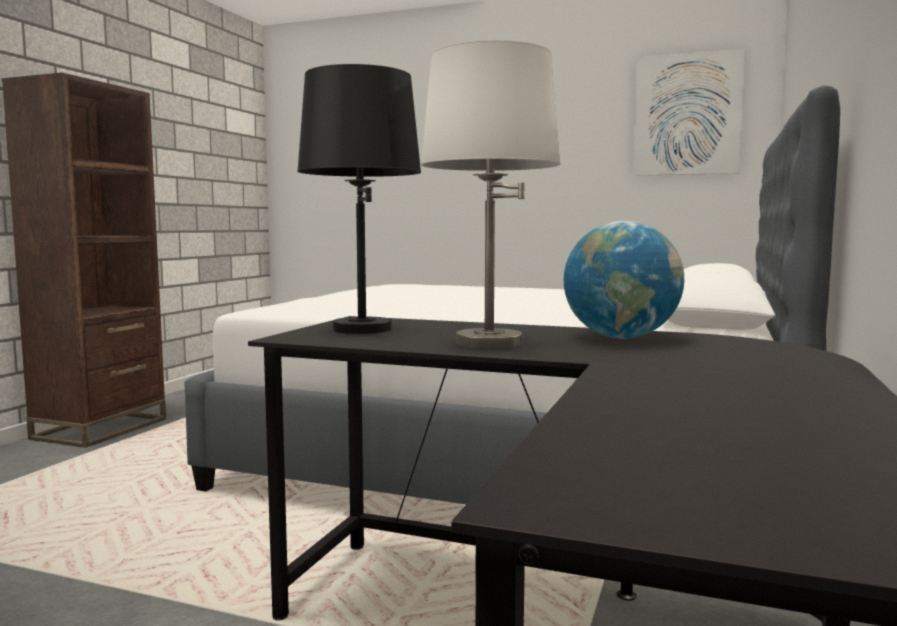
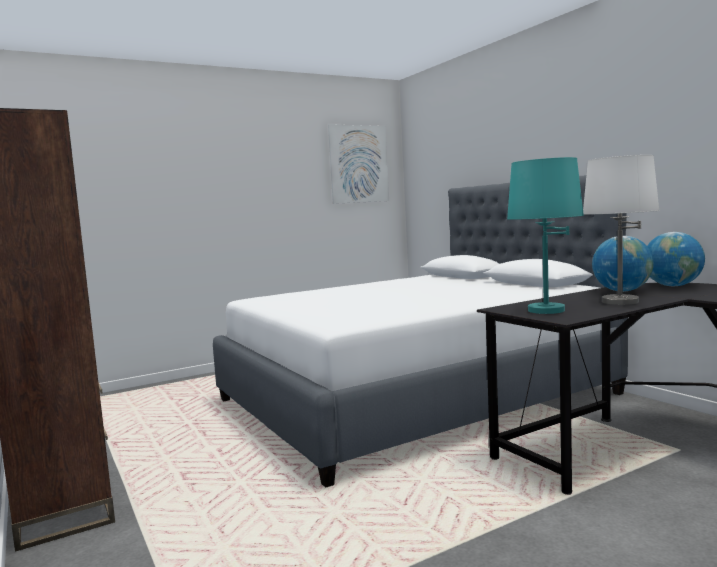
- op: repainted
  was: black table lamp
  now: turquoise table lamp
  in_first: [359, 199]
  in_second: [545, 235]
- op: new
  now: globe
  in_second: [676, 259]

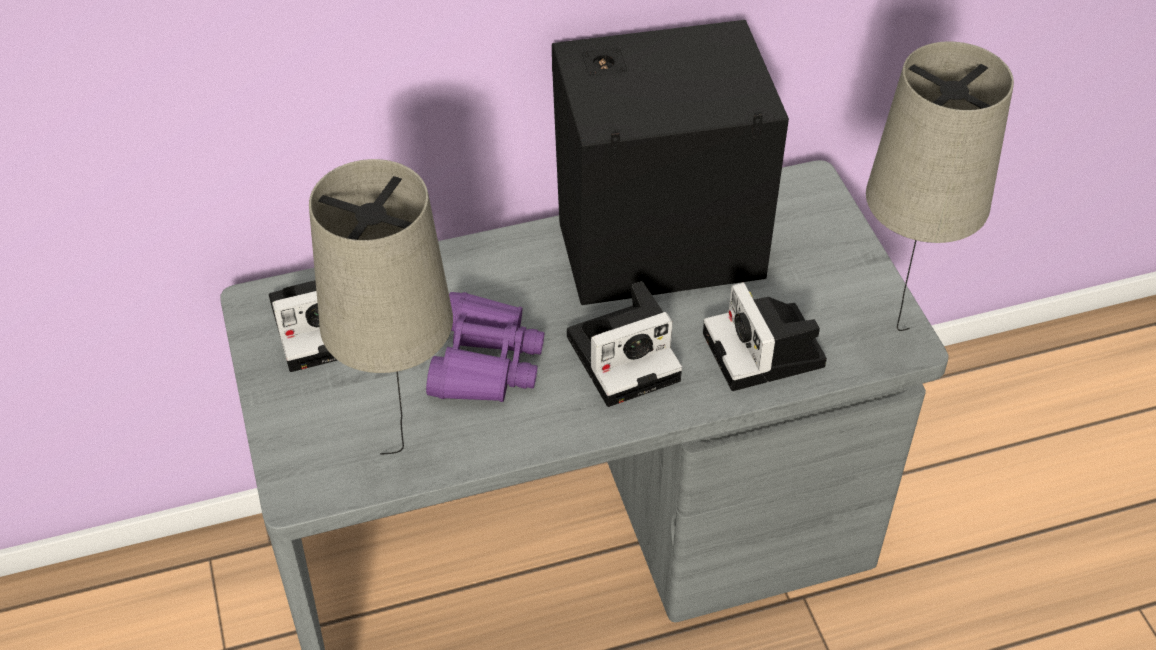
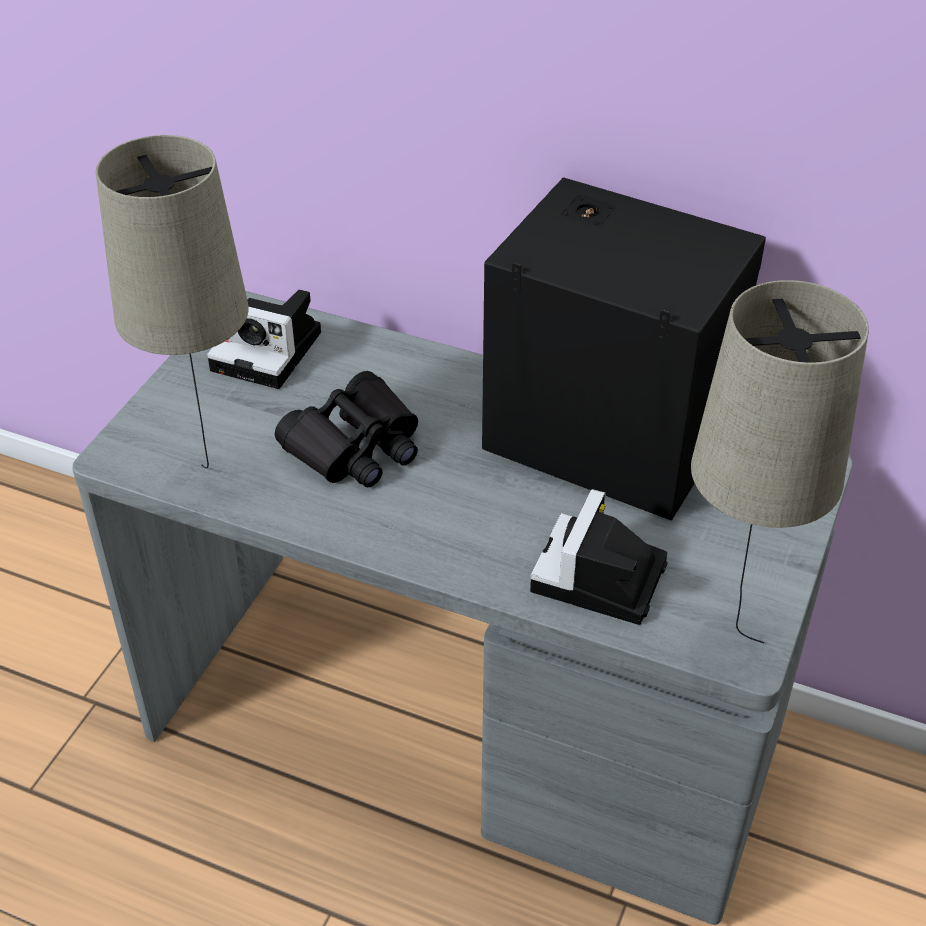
- op: gone
  was: photo camera
  in_first: [624, 344]
- op: repainted
  was: purple binoculars
  now: black binoculars
  in_first: [485, 347]
  in_second: [346, 429]

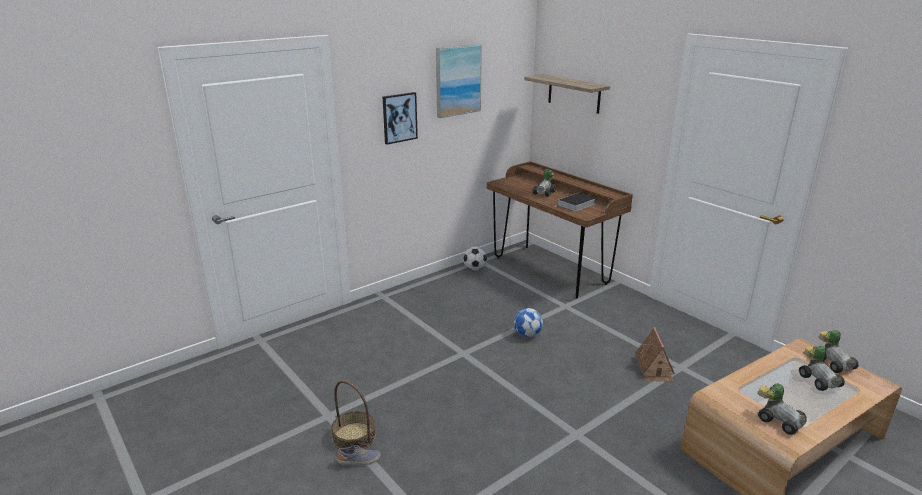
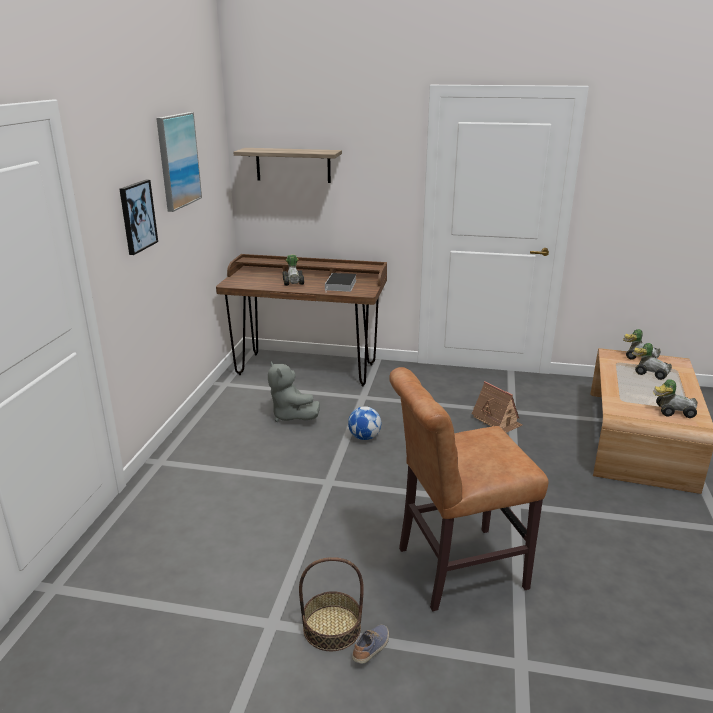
- op: gone
  was: football
  in_first: [475, 258]
- op: new
  now: grey plush toy
  in_second: [294, 392]
- op: new
  now: brown chair
  in_second: [469, 489]

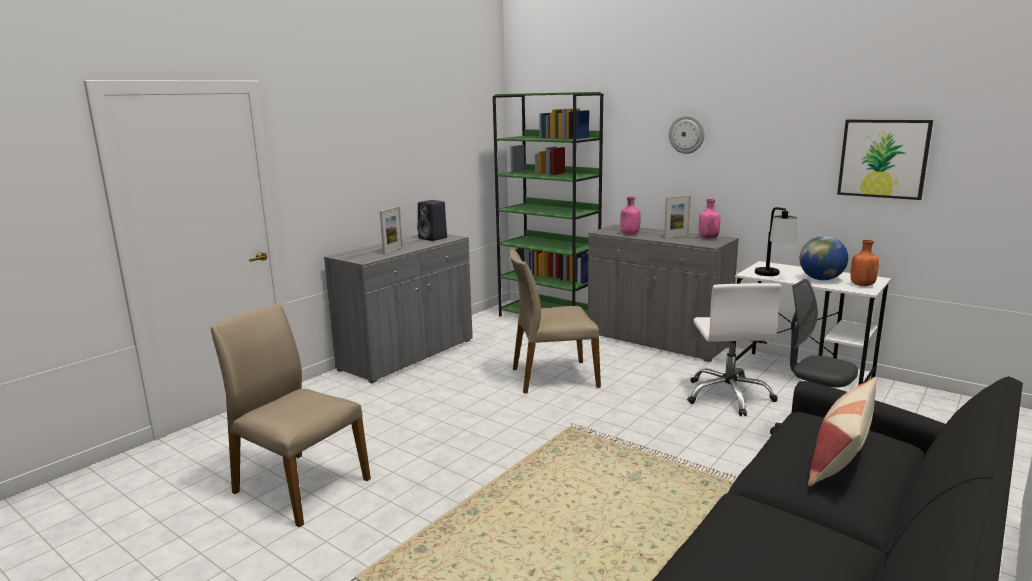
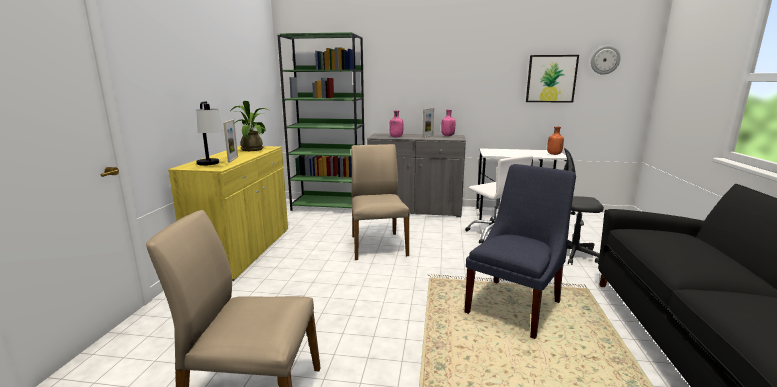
- op: shifted
  was: wall clock
  in_first: [687, 134]
  in_second: [605, 60]
- op: swapped
  was: black speaker
  now: potted plant
  in_first: [432, 220]
  in_second: [250, 126]
- op: shifted
  was: table lamp
  in_first: [776, 241]
  in_second: [209, 134]
- op: repainted
  was: grey cabinet
  now: yellow cabinet
  in_first: [398, 308]
  in_second: [228, 213]
- op: gone
  was: globe
  in_first: [824, 258]
- op: rotated
  was: beige chair
  in_first: [555, 321]
  in_second: [380, 202]
  clockwise: 120
- op: gone
  was: pillow
  in_first: [842, 431]
- op: new
  now: blue chair
  in_second: [520, 251]

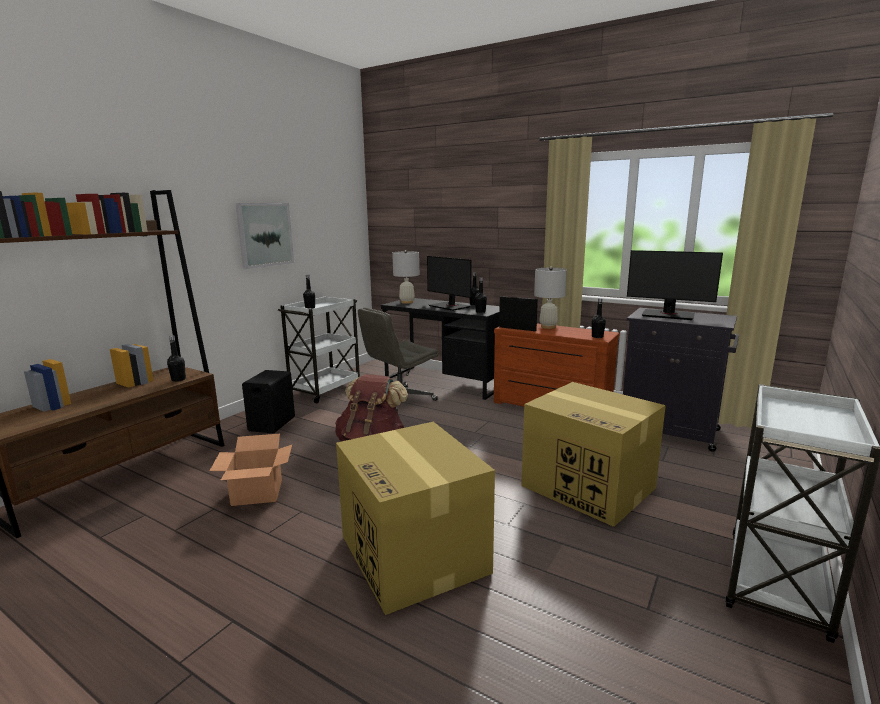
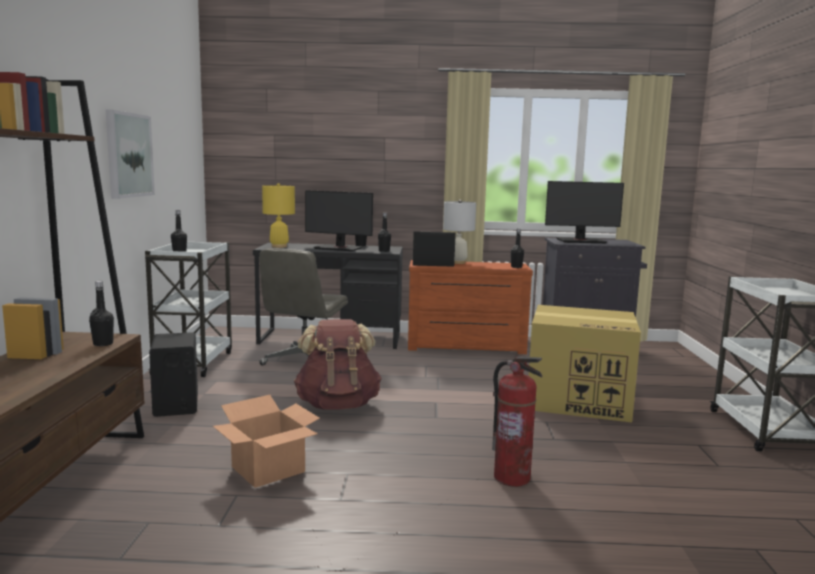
- op: repainted
  was: white table lamp
  now: yellow table lamp
  in_first: [405, 277]
  in_second: [278, 215]
- op: swapped
  was: cardboard box
  now: fire extinguisher
  in_first: [415, 518]
  in_second: [517, 422]

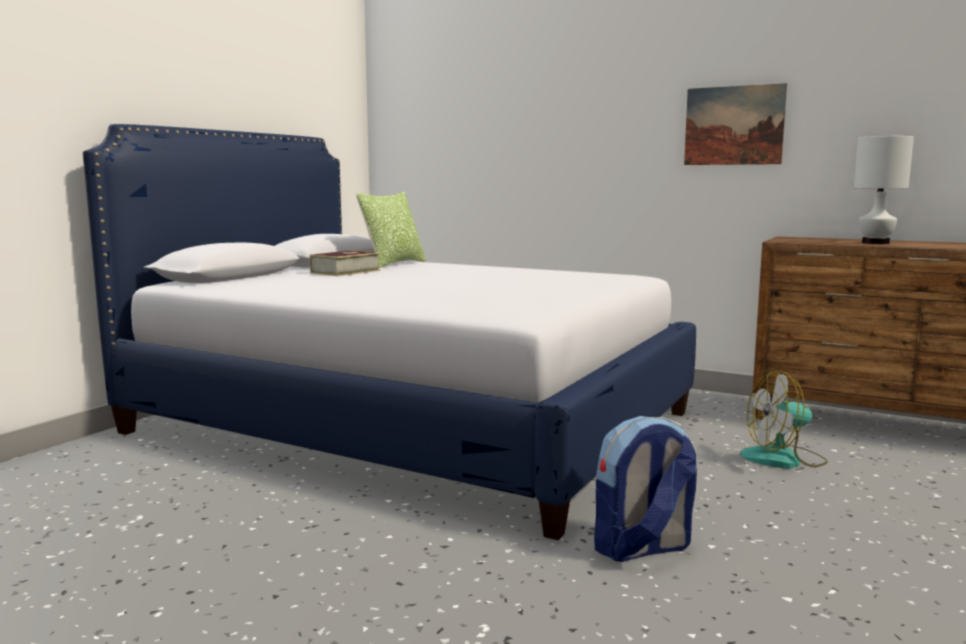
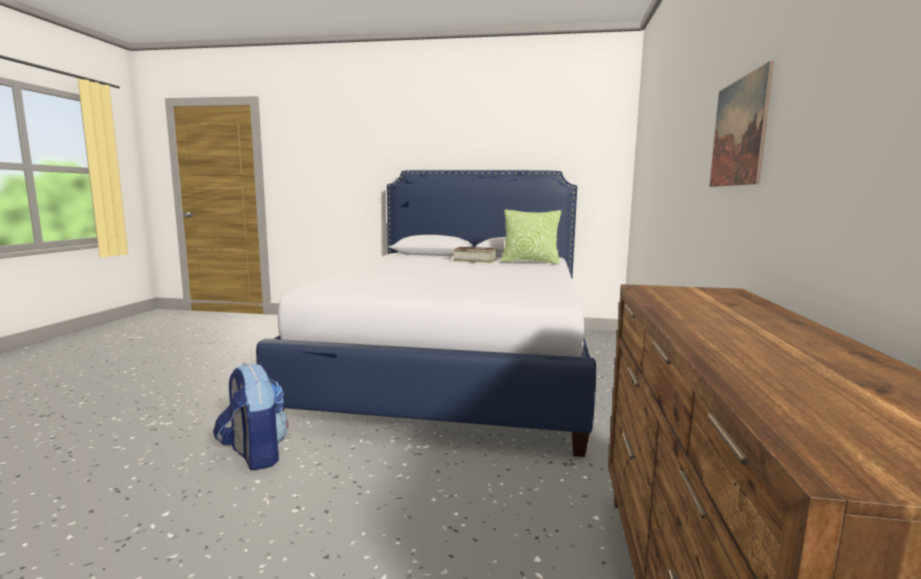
- op: gone
  was: white table lamp
  in_first: [884, 190]
- op: gone
  was: fan
  in_first: [784, 420]

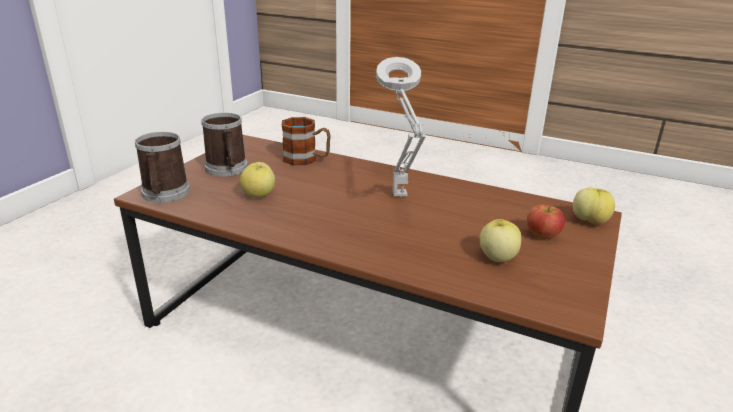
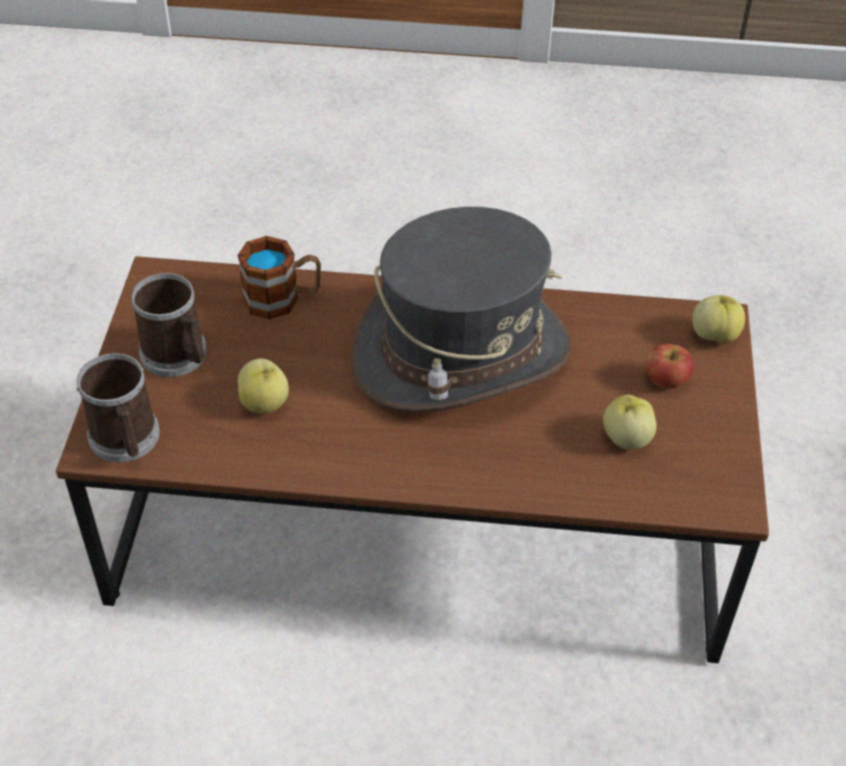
- op: swapped
  was: grey table lamp
  now: grey hat
  in_first: [401, 127]
  in_second: [461, 309]

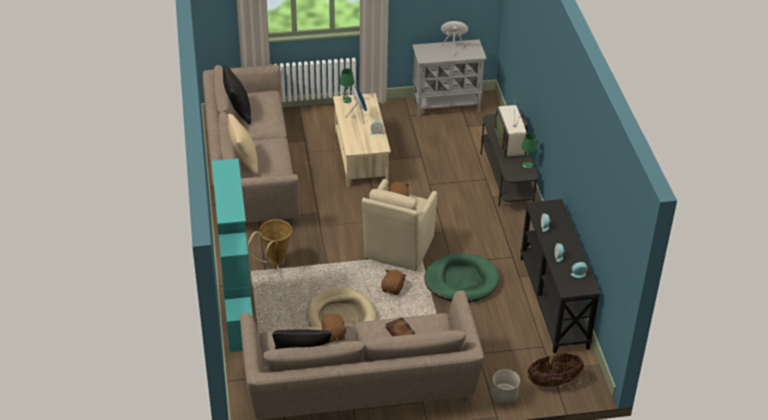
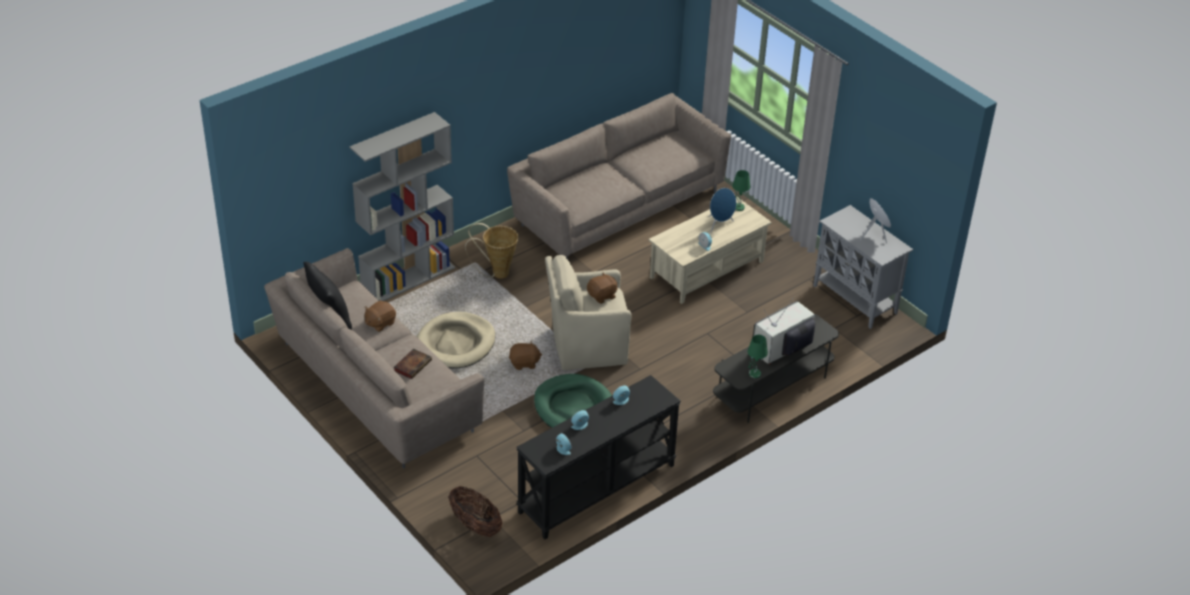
- op: gone
  was: black pillow
  in_first: [237, 95]
- op: gone
  was: beige pillow
  in_first: [243, 144]
- op: repainted
  was: turquoise bookcase
  now: grey bookcase
  in_first: [232, 255]
  in_second: [402, 206]
- op: gone
  was: grey planter
  in_first: [505, 386]

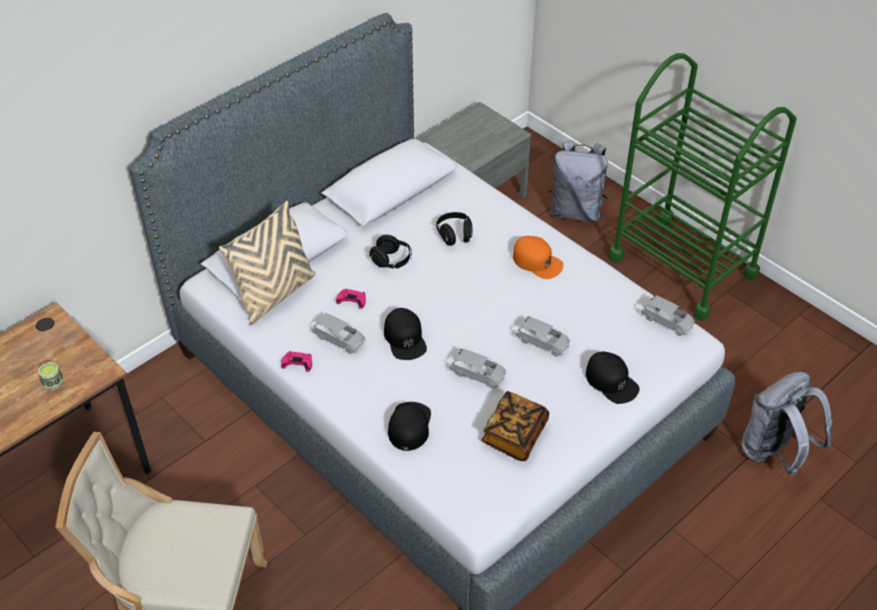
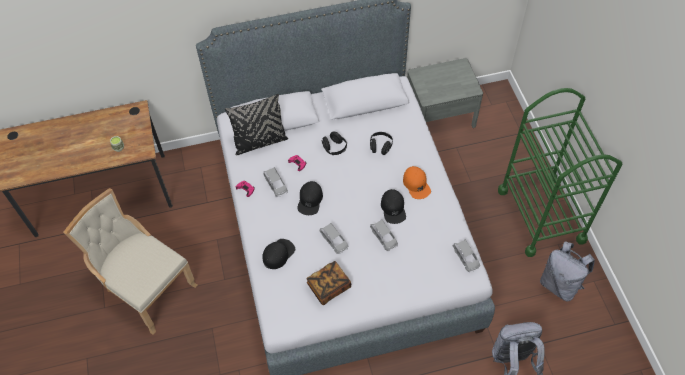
- op: shifted
  was: grey backpack
  in_first: [578, 181]
  in_second: [567, 271]
- op: repainted
  was: beige pillow
  now: black pillow
  in_first: [267, 263]
  in_second: [256, 124]
- op: shifted
  was: black cap
  in_first: [613, 378]
  in_second: [393, 206]

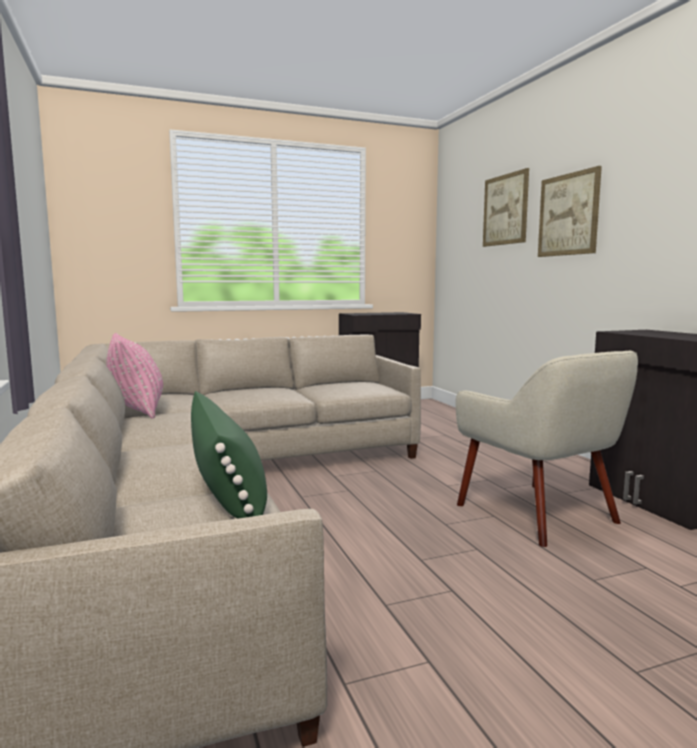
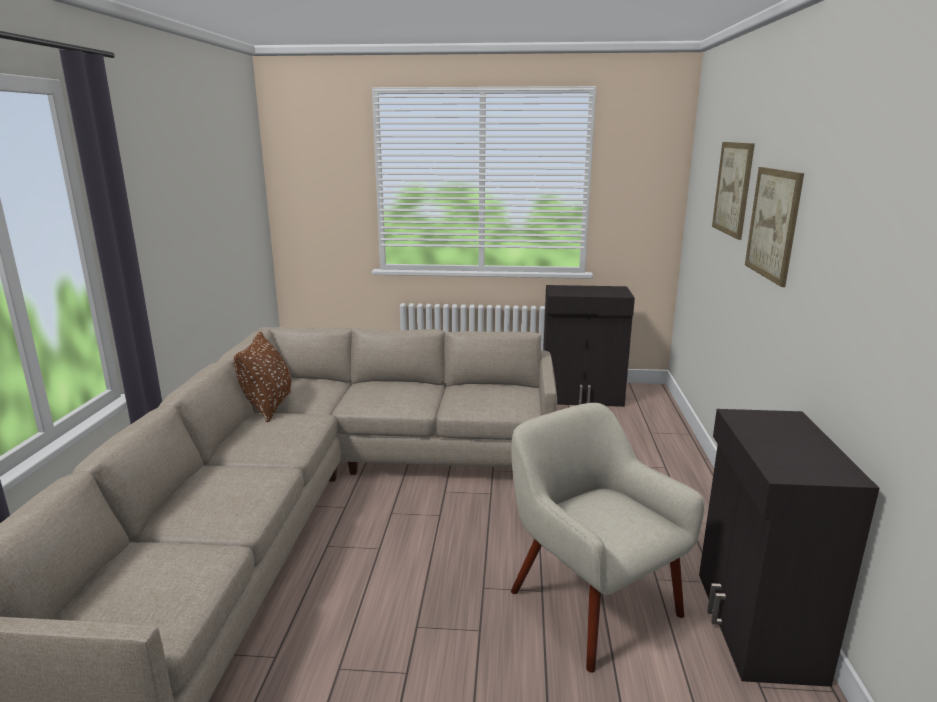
- op: repainted
  was: pink pillow
  now: brown pillow
  in_first: [134, 375]
  in_second: [262, 377]
- op: rotated
  was: beige armchair
  in_first: [546, 449]
  in_second: [608, 538]
  clockwise: 150
- op: gone
  was: green pillow
  in_first: [229, 455]

